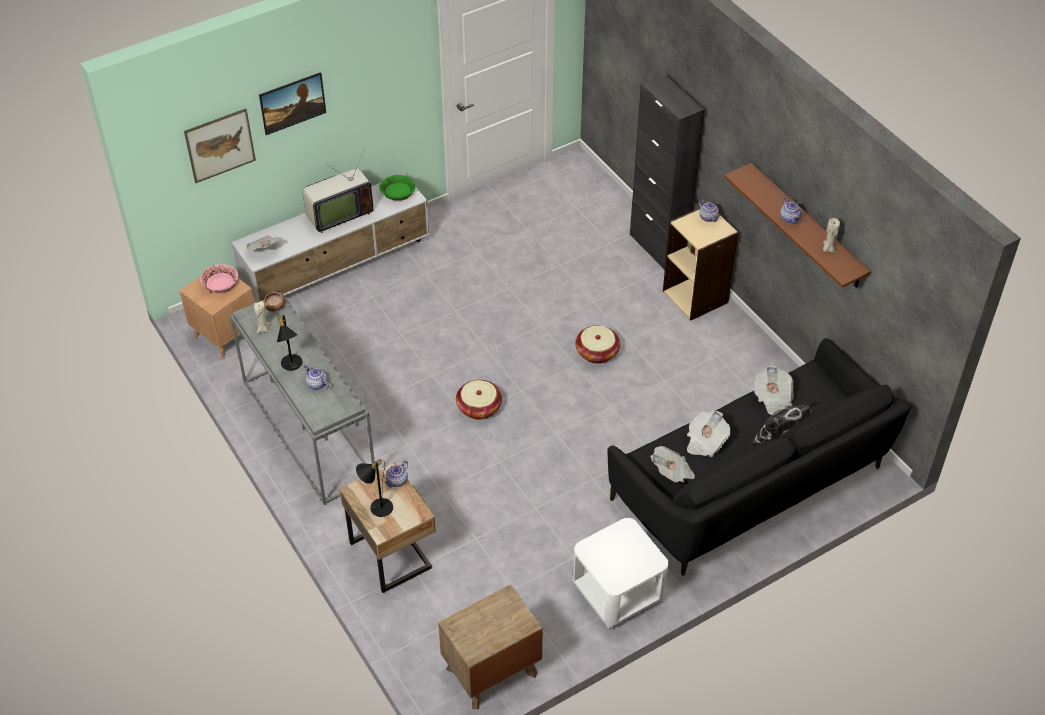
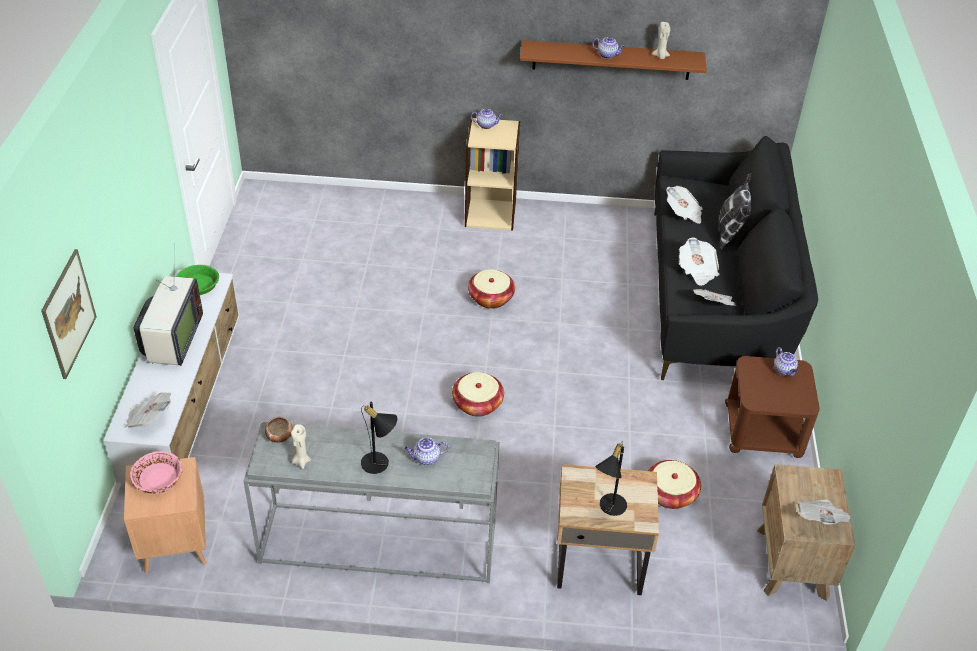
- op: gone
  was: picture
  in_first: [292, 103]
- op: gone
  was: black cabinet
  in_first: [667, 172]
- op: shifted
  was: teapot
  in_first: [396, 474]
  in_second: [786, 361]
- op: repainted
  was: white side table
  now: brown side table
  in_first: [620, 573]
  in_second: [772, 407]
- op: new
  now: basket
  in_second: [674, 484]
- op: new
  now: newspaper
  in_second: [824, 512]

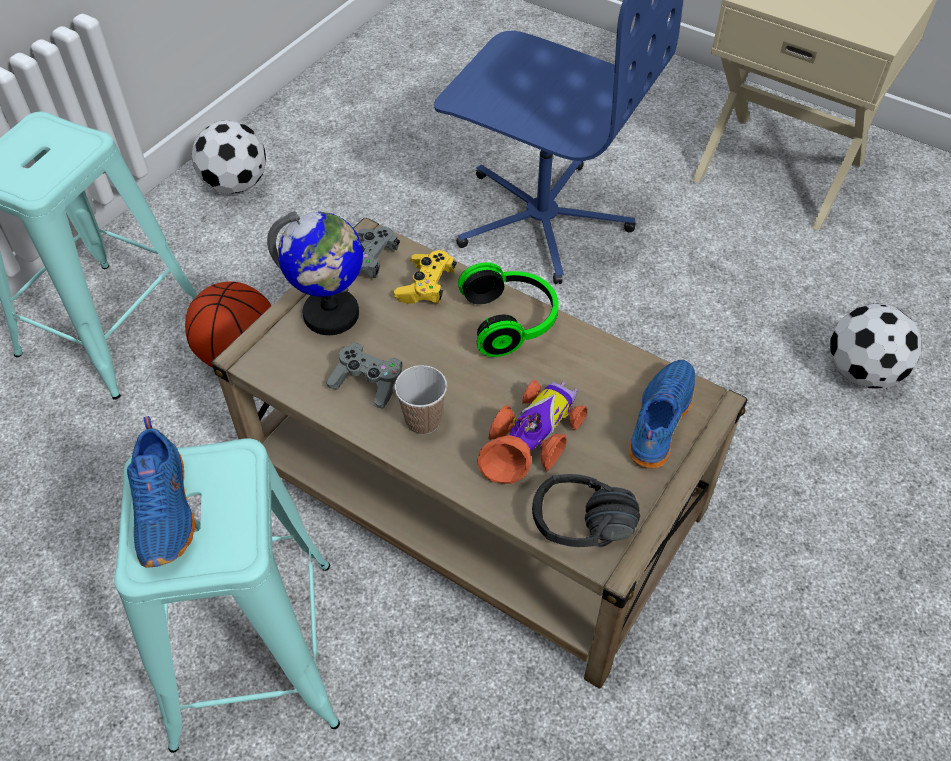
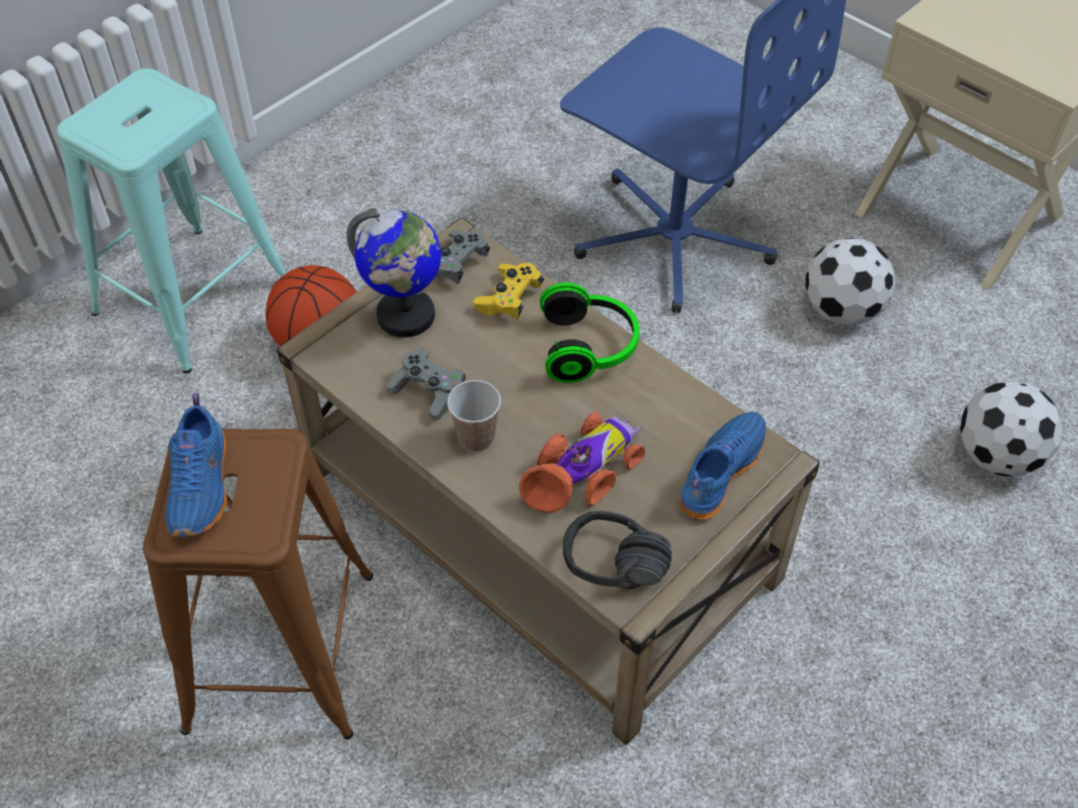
- op: shifted
  was: football
  in_first: [229, 157]
  in_second: [850, 281]
- op: repainted
  was: turquoise stool
  now: brown stool
  in_first: [227, 595]
  in_second: [258, 584]

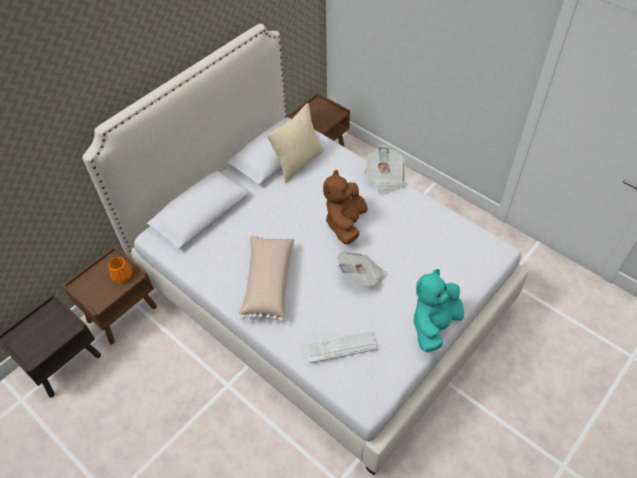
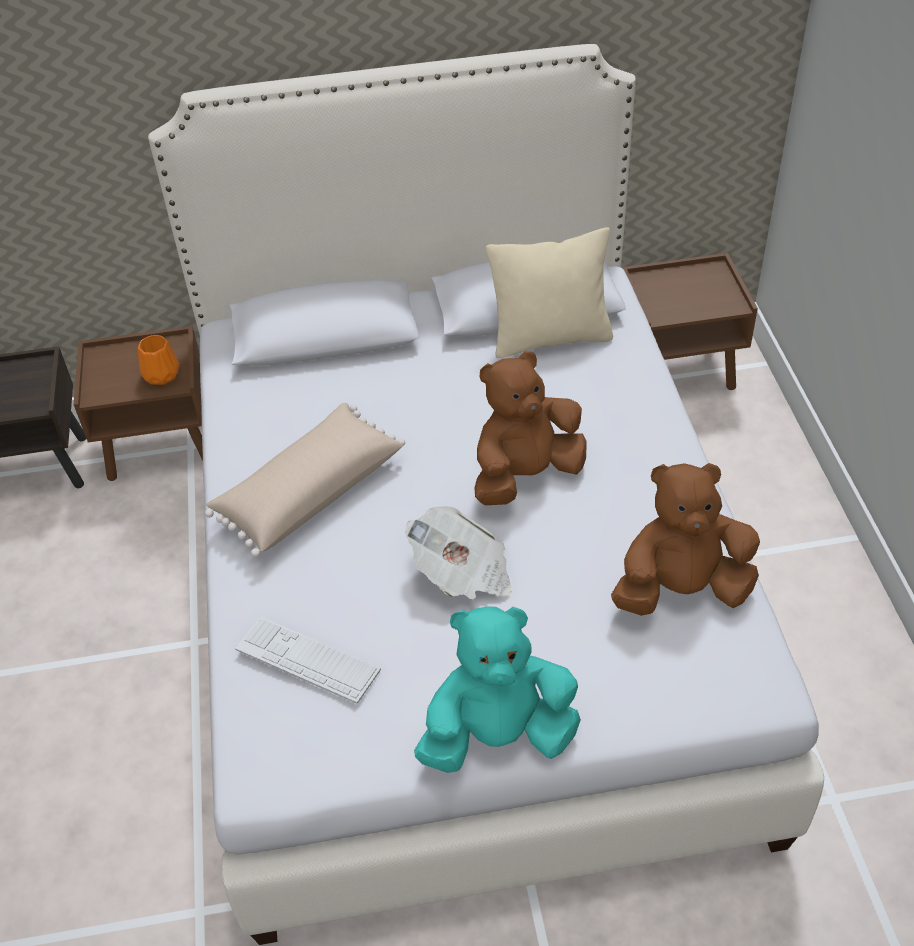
- op: gone
  was: newspaper
  in_first: [385, 170]
- op: new
  now: brown plush toy
  in_second: [685, 539]

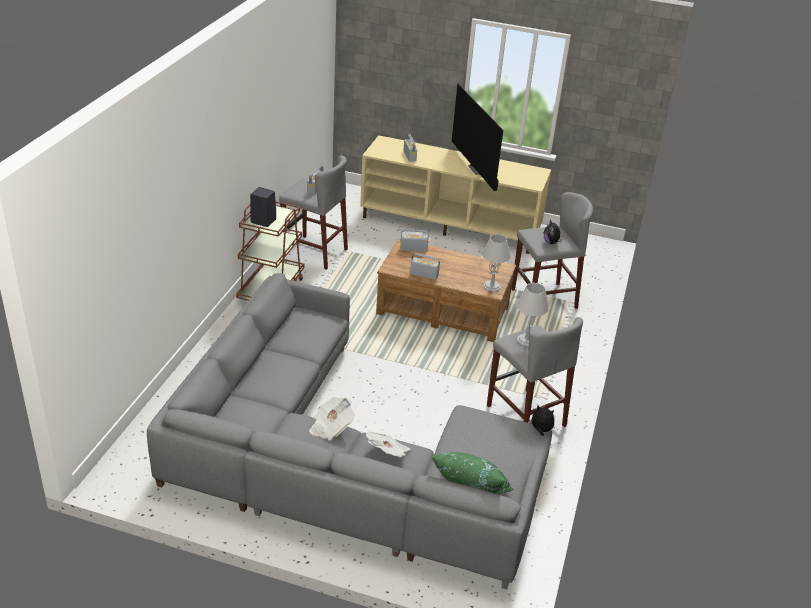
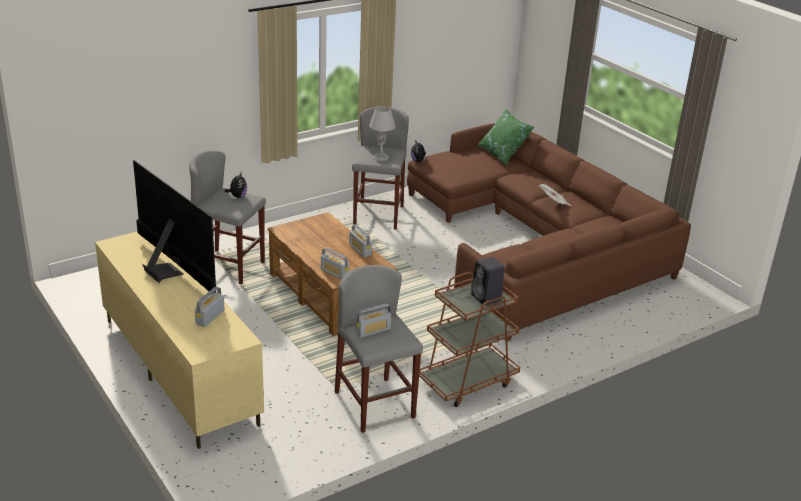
- op: rotated
  was: television
  in_first: [477, 137]
  in_second: [174, 227]
  clockwise: -60
- op: gone
  was: grey table lamp
  in_first: [496, 262]
- op: repainted
  was: grey sofa
  now: brown sofa
  in_first: [349, 431]
  in_second: [549, 229]
- op: gone
  was: newspaper
  in_first: [388, 445]

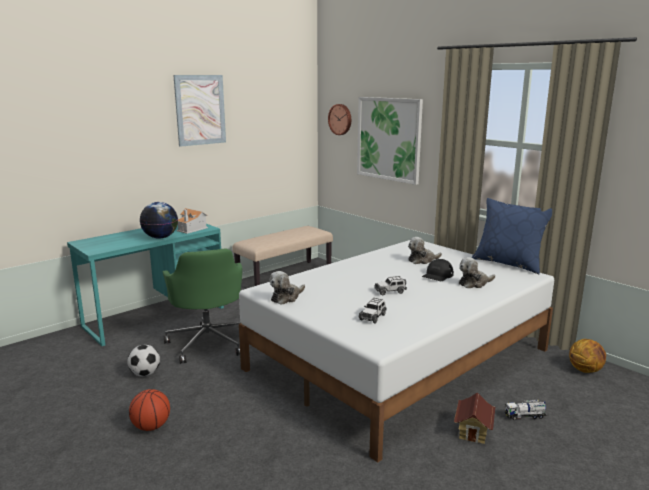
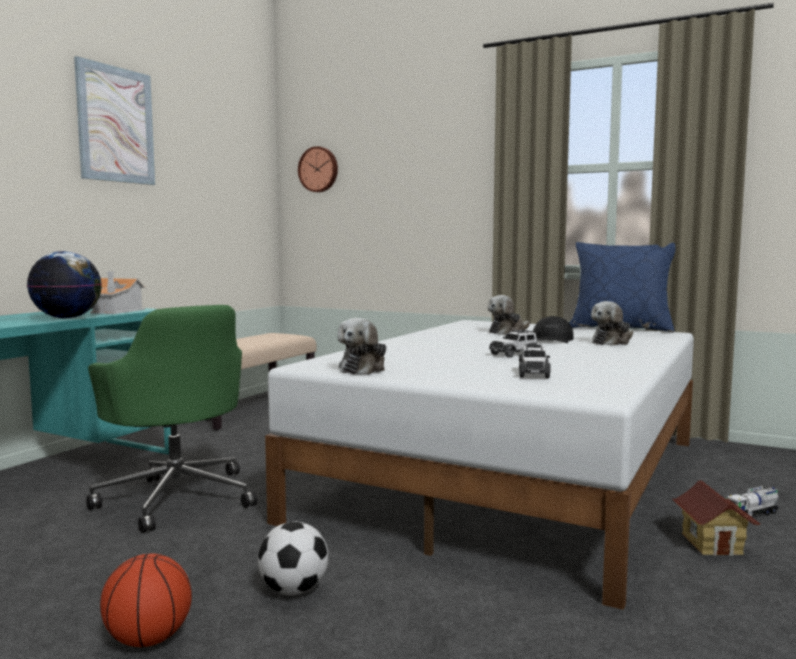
- op: gone
  was: picture
  in_first: [390, 141]
- op: gone
  was: basketball
  in_first: [587, 356]
- op: shifted
  was: football
  in_first: [143, 361]
  in_second: [293, 558]

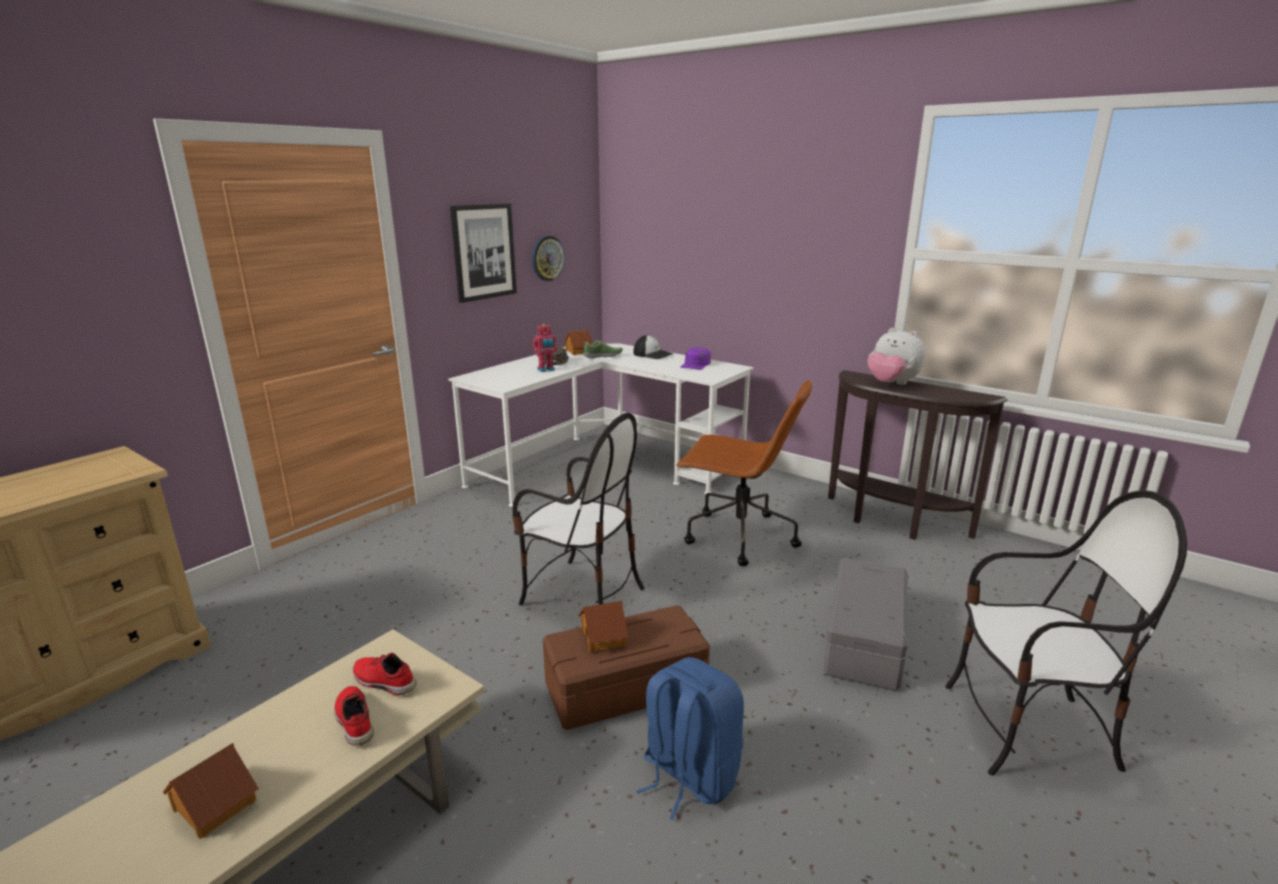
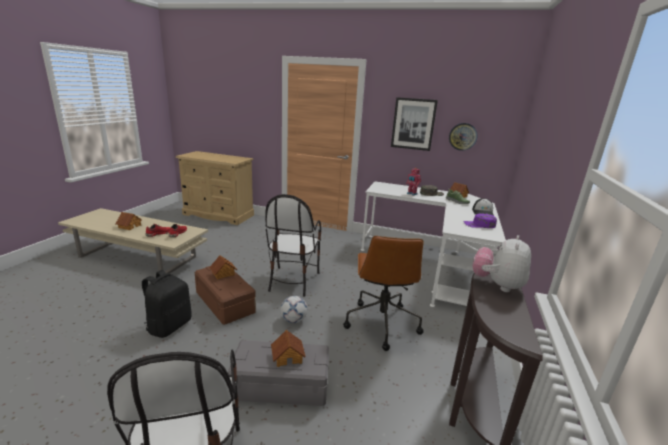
- op: repainted
  was: blue backpack
  now: black backpack
  in_first: [690, 738]
  in_second: [167, 304]
- op: new
  now: football
  in_second: [294, 309]
- op: new
  now: toy house
  in_second: [288, 348]

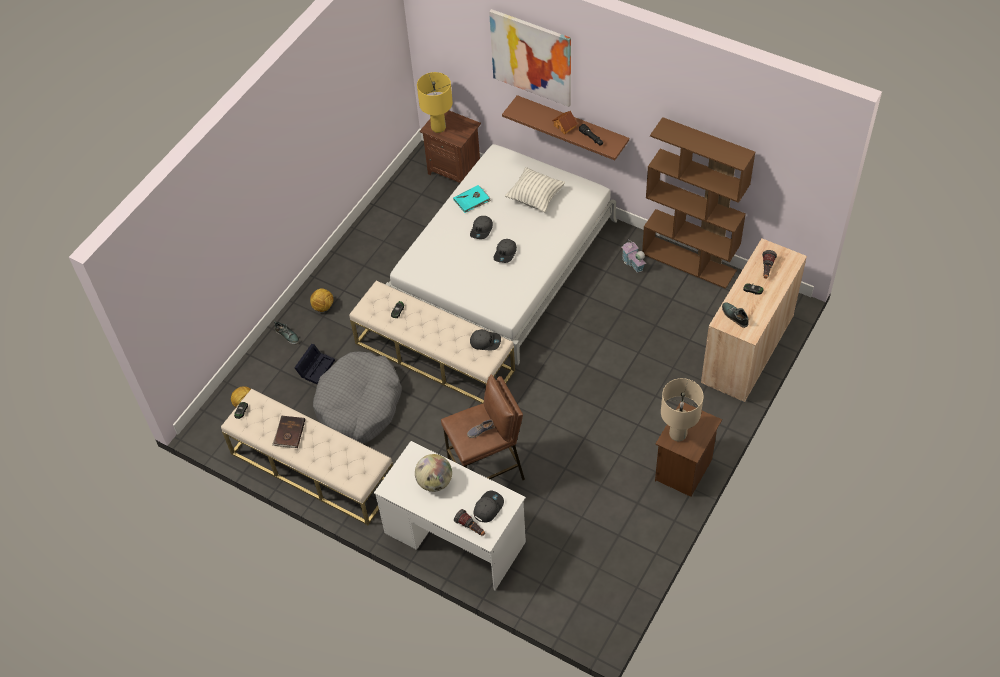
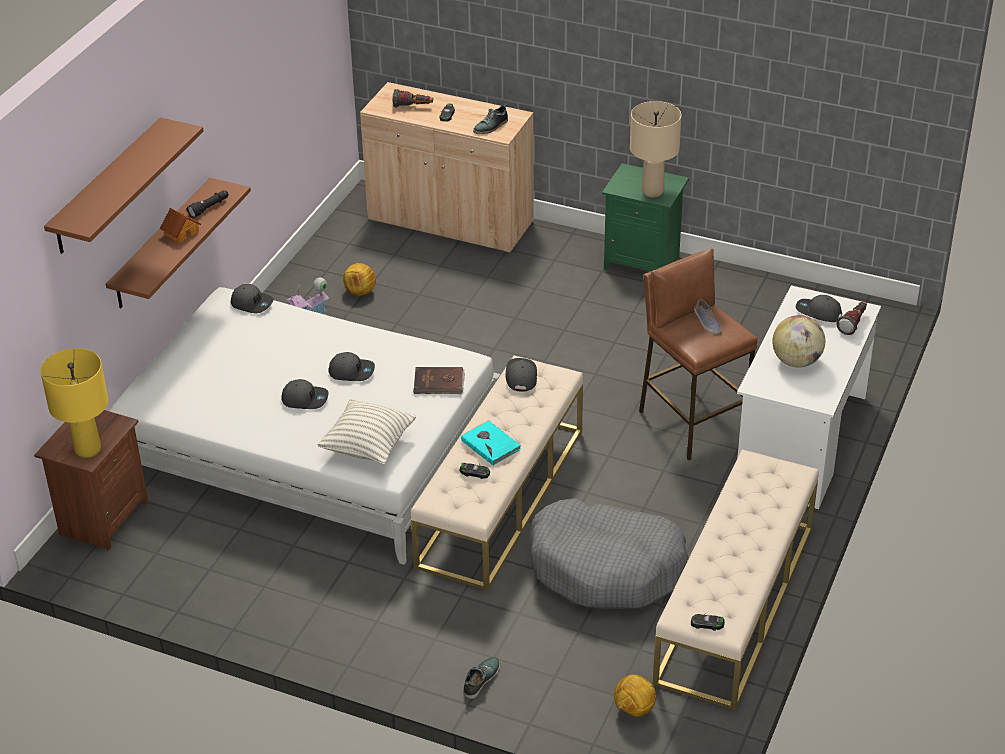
- op: swapped
  was: picture
  now: brown shelf
  in_first: [530, 58]
  in_second: [124, 185]
- op: gone
  was: brown bookcase
  in_first: [698, 203]
- op: shifted
  was: pillow
  in_first: [535, 189]
  in_second: [367, 431]
- op: shifted
  was: turquoise book
  in_first: [472, 199]
  in_second: [491, 443]
- op: shifted
  was: football
  in_first: [322, 300]
  in_second: [359, 279]
- op: gone
  was: black storage box
  in_first: [314, 364]
- op: repainted
  was: brown nightstand
  now: green nightstand
  in_first: [688, 450]
  in_second: [645, 217]
- op: shifted
  was: brown book
  in_first: [288, 432]
  in_second: [439, 380]
- op: new
  now: grey cap
  in_second: [252, 298]

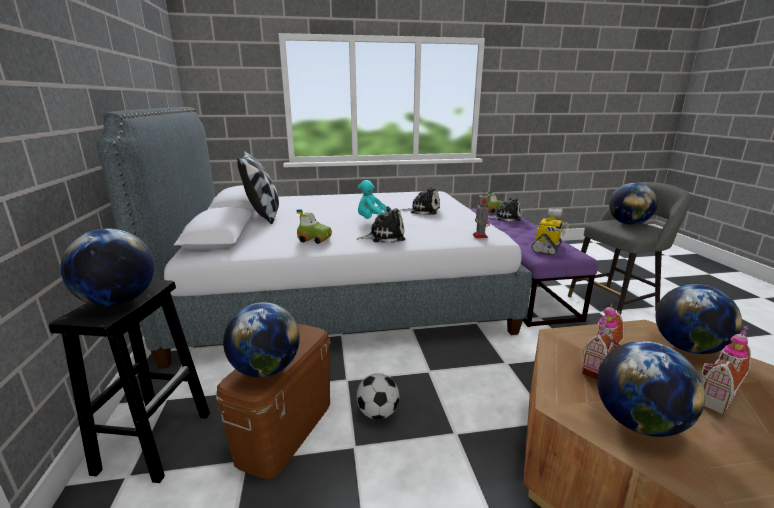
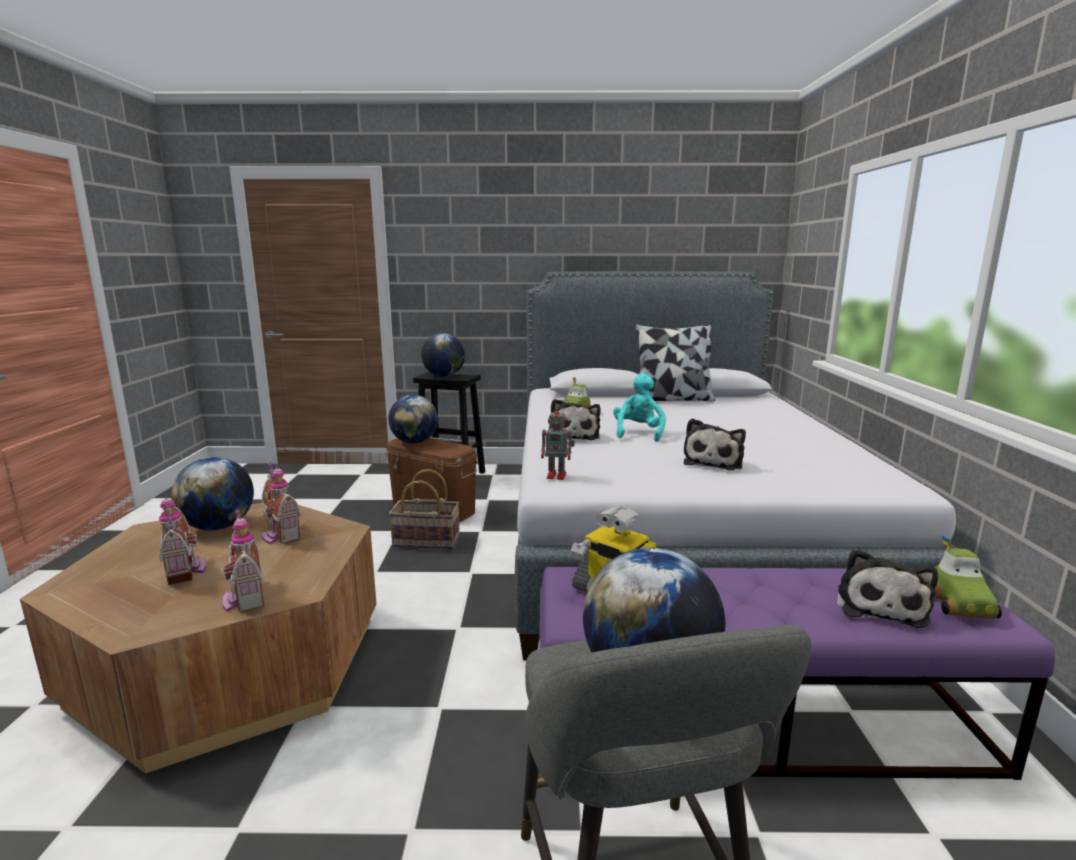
- op: swapped
  was: globe
  now: toy house
  in_first: [698, 319]
  in_second: [243, 560]
- op: swapped
  was: football
  now: basket
  in_first: [378, 396]
  in_second: [424, 509]

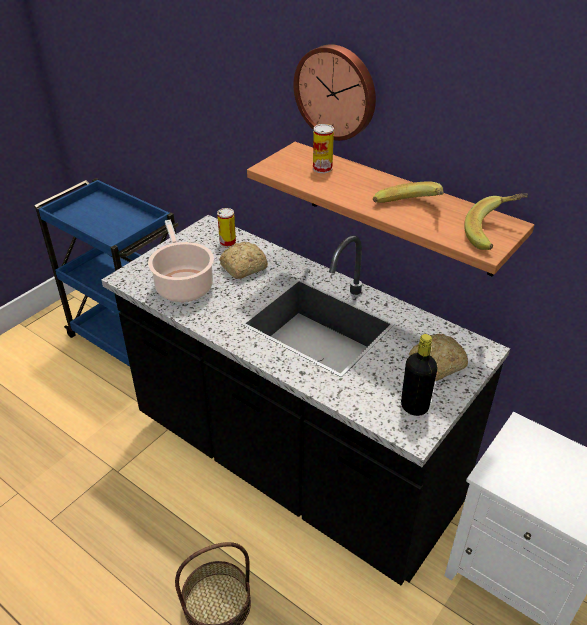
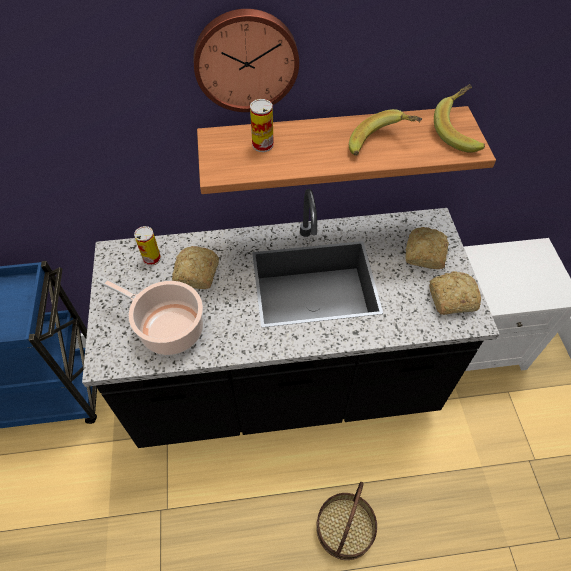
- op: swapped
  was: black bottle
  now: bread
  in_first: [419, 375]
  in_second: [455, 293]

